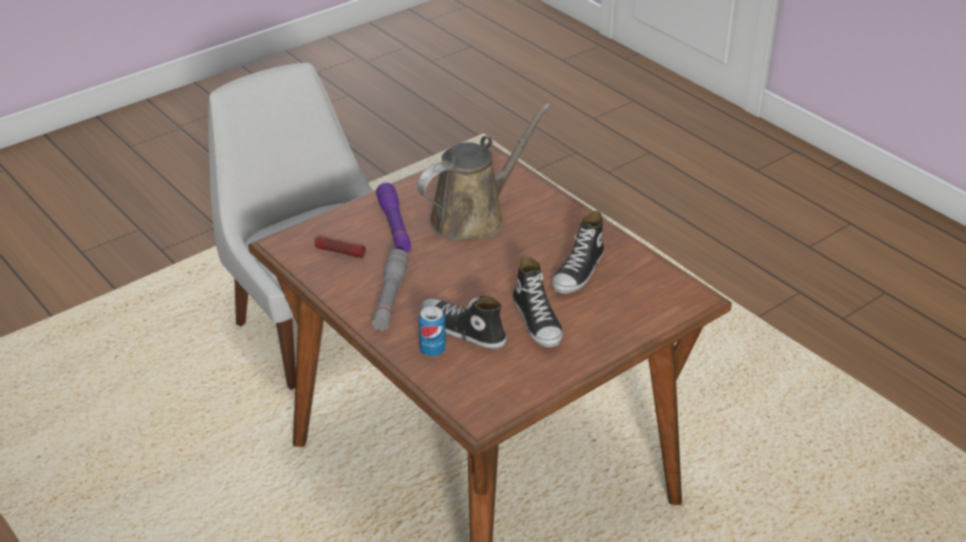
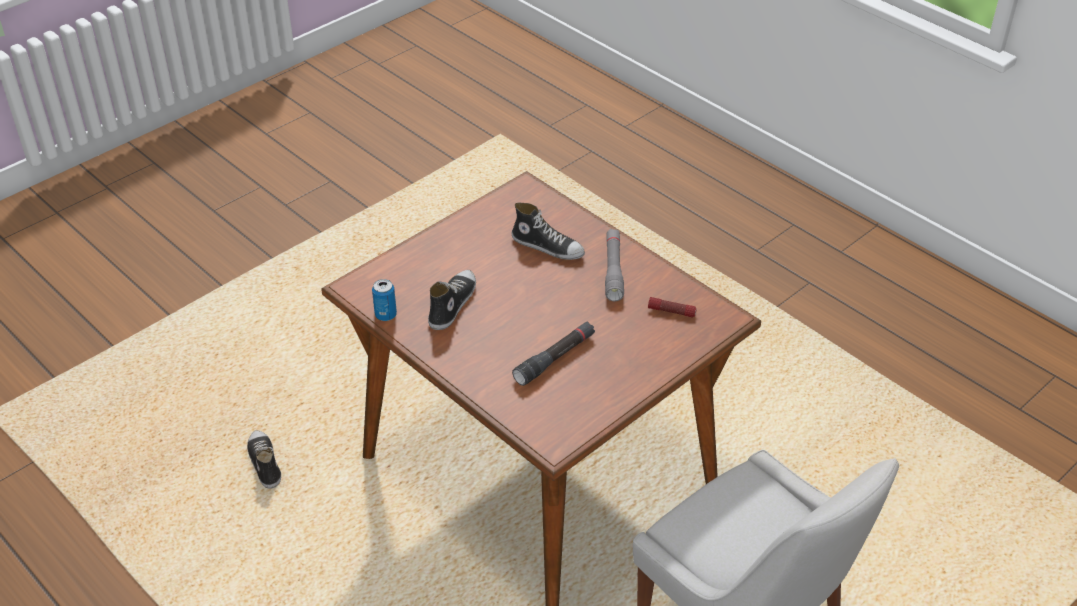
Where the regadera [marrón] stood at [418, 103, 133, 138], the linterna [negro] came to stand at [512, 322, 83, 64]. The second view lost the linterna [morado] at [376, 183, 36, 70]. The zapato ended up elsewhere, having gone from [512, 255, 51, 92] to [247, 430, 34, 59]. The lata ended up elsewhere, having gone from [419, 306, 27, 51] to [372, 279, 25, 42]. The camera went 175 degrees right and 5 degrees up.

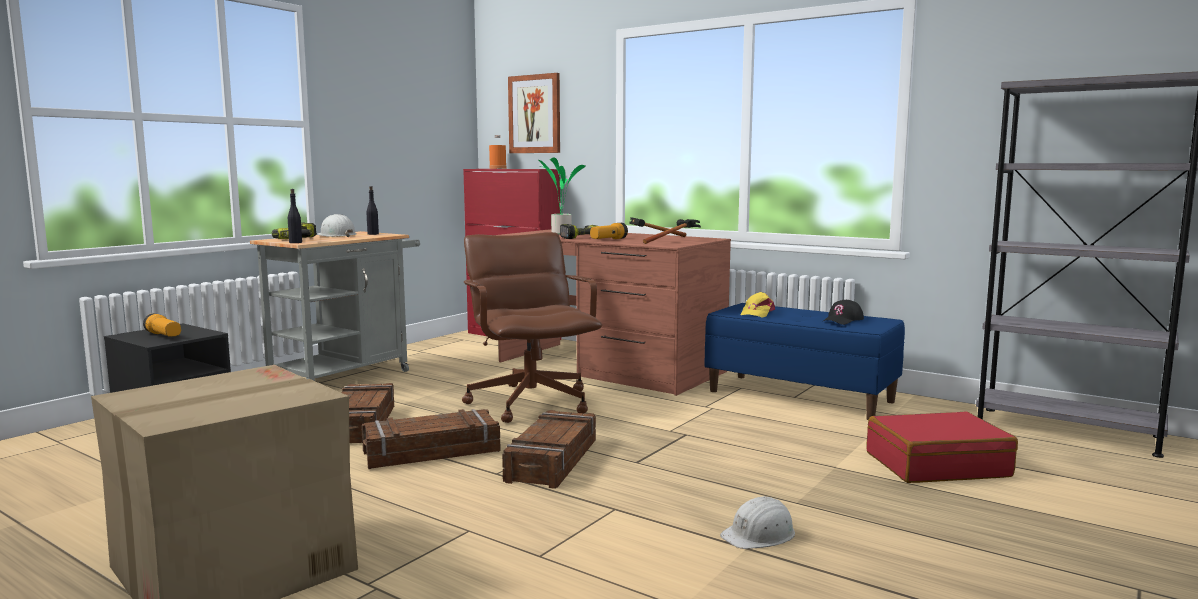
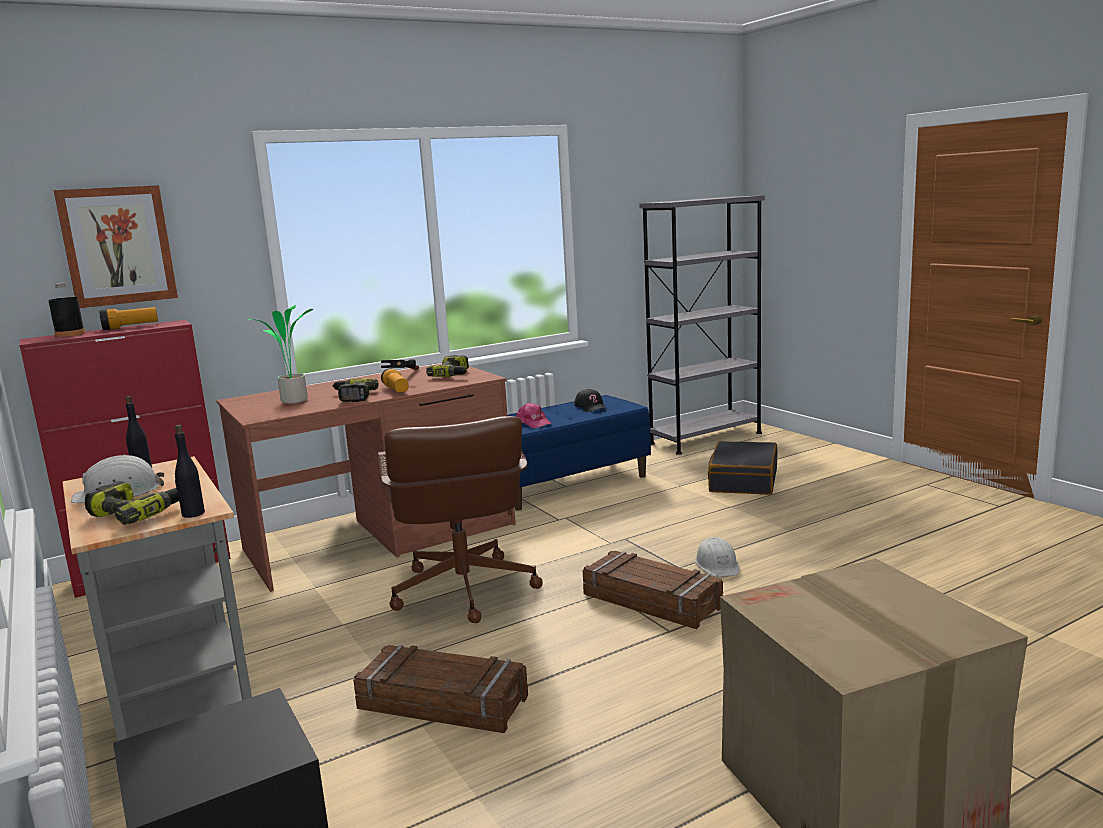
What was the botella [naranja] at [489, 135, 18, 34] turned into the botella [negro] at [48, 283, 37, 54]. Where the martillo stood at [643, 219, 58, 25], the taladro came to stand at [426, 355, 43, 22]. The silla de oficina [marrón] at [462, 232, 140, 191] ended up facing another way, 105 degrees counterclockwise from before. What was the gorra [amarillo] at [741, 292, 34, 26] turned into the gorra [rosa] at [516, 403, 36, 25]. The linterna ended up elsewhere, having gone from [143, 313, 38, 24] to [99, 307, 59, 23]. The second view lost the caja de embalaje at [361, 409, 140, 60]. What was the maleta [rojo] at [867, 411, 151, 72] turned into the maleta [negro] at [708, 441, 70, 54]. The casco [blanco] ended up elsewhere, having gone from [720, 496, 75, 53] to [695, 537, 44, 40]. The camera went 65 degrees left and 5 degrees up.

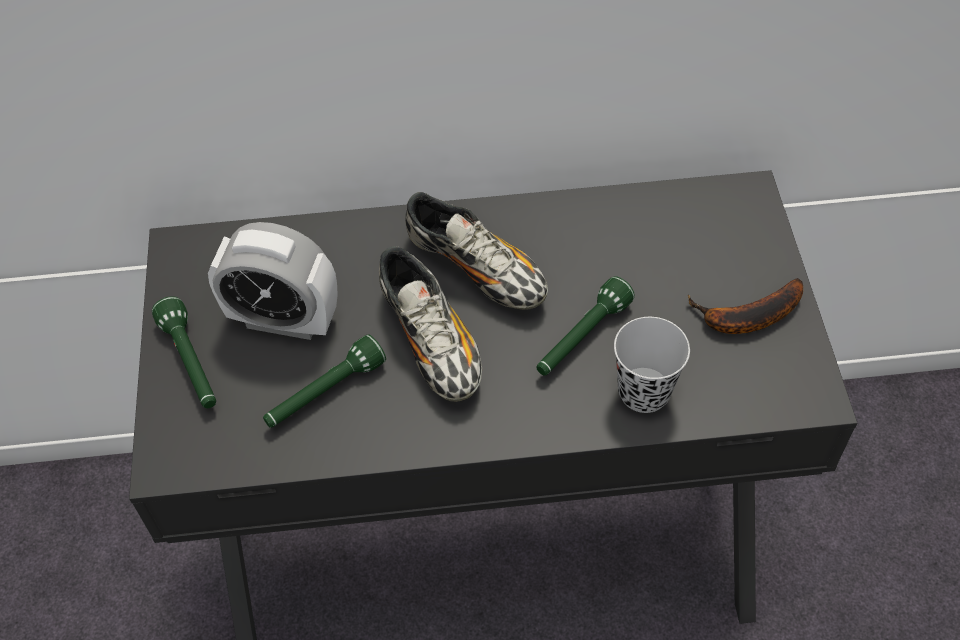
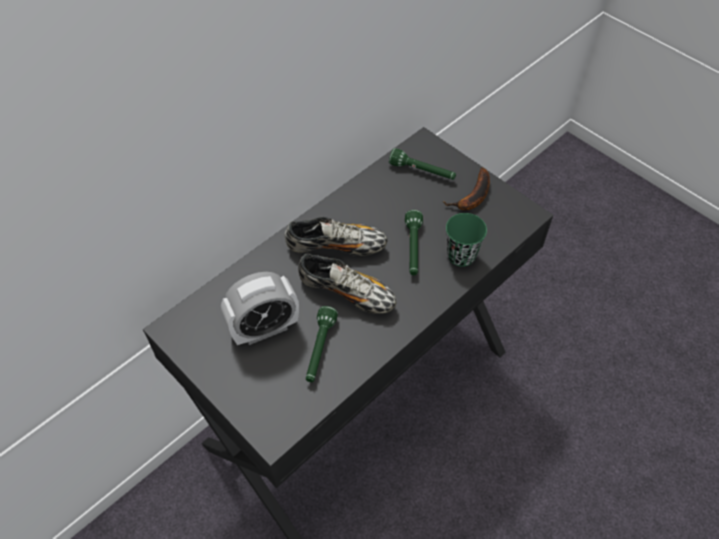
The linterna [verde] ended up elsewhere, having gone from [152, 296, 64, 112] to [389, 148, 67, 32]. What was the taza [negro] at [614, 317, 76, 96] turned into the taza [verde] at [446, 213, 41, 54]. The camera went 40 degrees left and 0 degrees up.

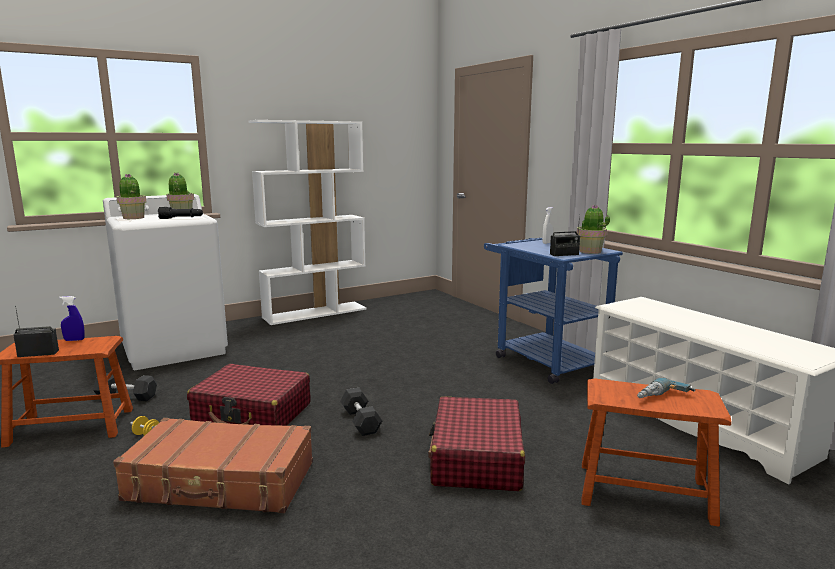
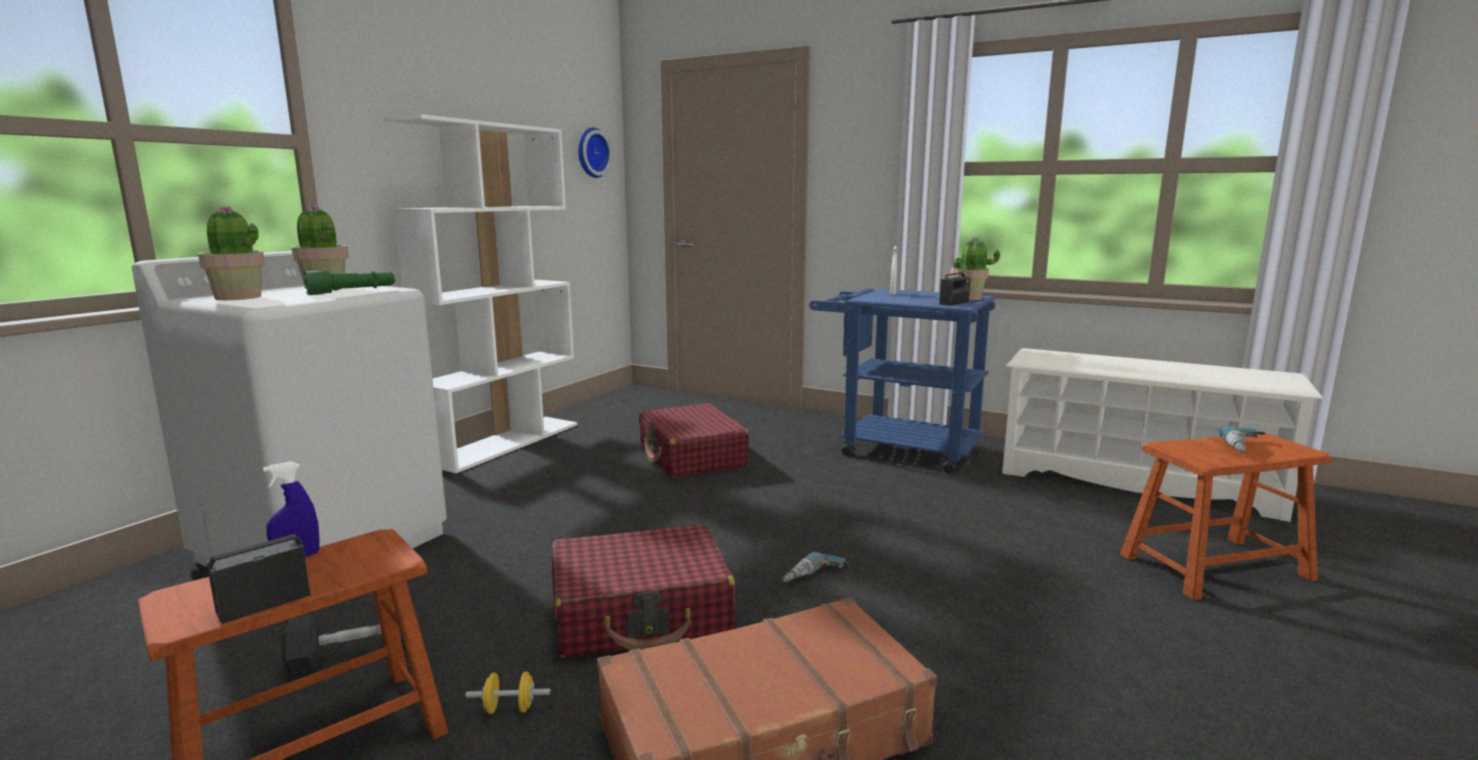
What was the linterna [negro] at [158, 207, 45, 12] turned into the linterna [verde] at [304, 271, 91, 24]. Where the mancuerna [gris] stood at [340, 388, 42, 48], the taladro came to stand at [783, 552, 67, 30]. The maleta [rojo] ended up elsewhere, having gone from [428, 396, 97, 95] to [639, 403, 110, 75]. The second view gained the reloj de pared at [578, 128, 34, 50]. The camera went 30 degrees left and 0 degrees up.

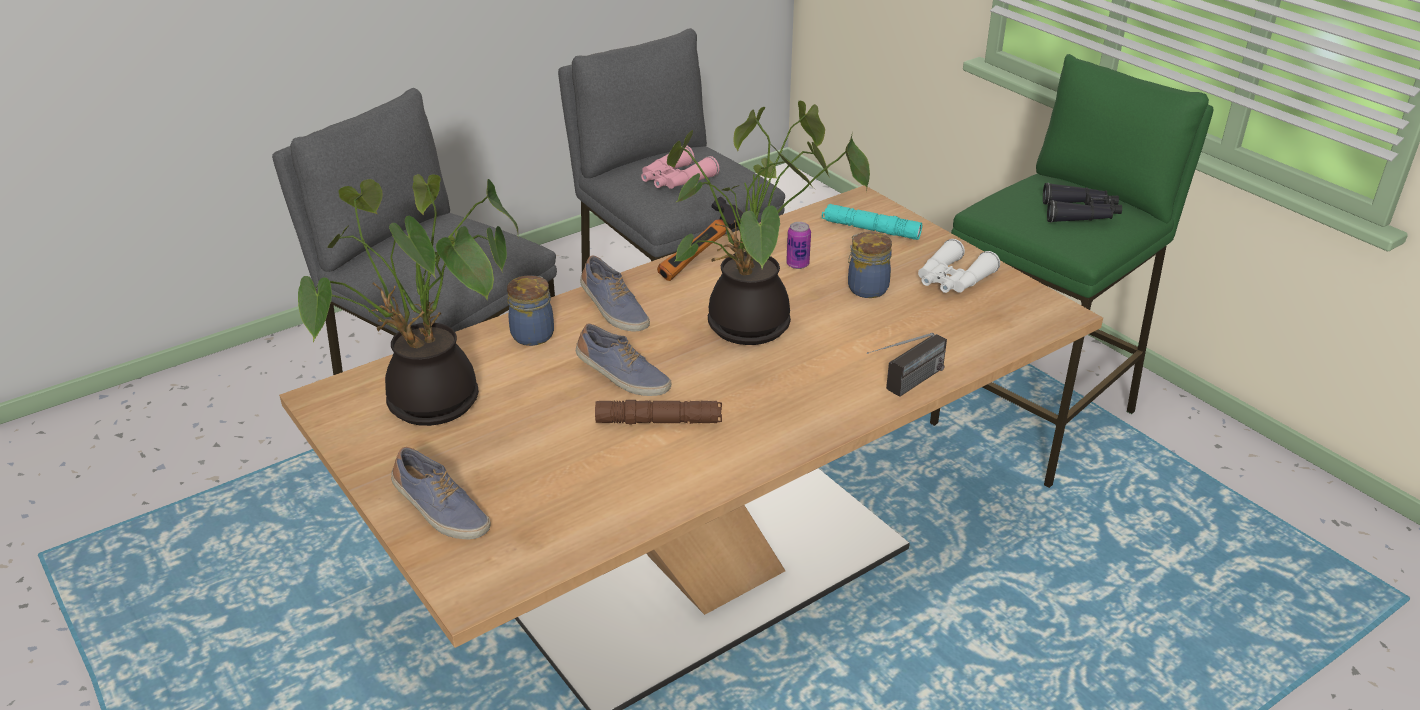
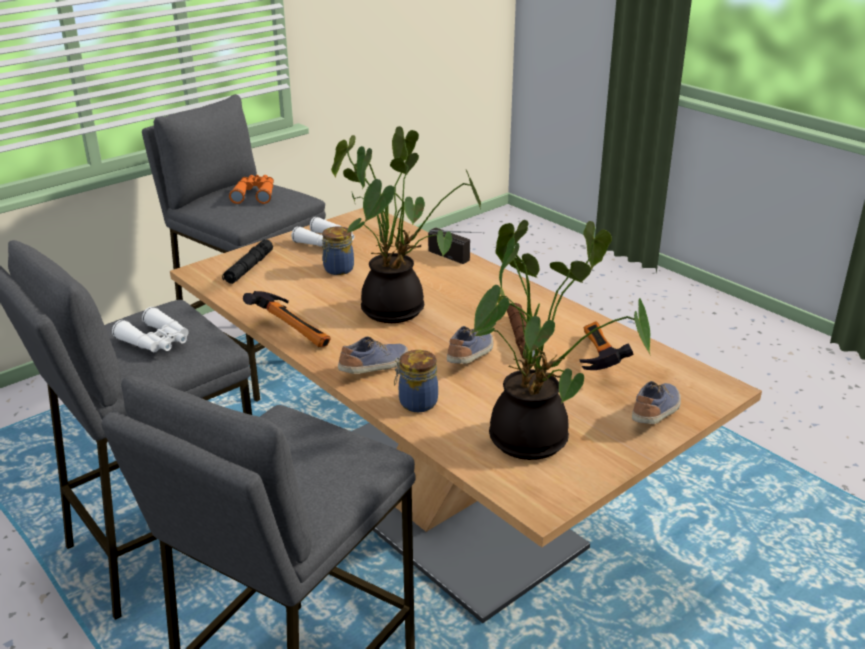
What was the taburete [verde] at [930, 54, 283, 434] turned into the taburete [gris] at [142, 94, 184, 308]. What was the prismáticos [rosa] at [641, 146, 78, 43] turned into the prismáticos [blanco] at [112, 307, 77, 45]. What was the prismáticos [negro] at [1043, 183, 79, 40] turned into the prismáticos [naranja] at [229, 175, 45, 29]. What was the linterna [turquesa] at [822, 204, 100, 36] turned into the linterna [negro] at [222, 239, 51, 45]. The second view lost the lata at [786, 222, 25, 47]. The second view gained the martillo at [579, 321, 55, 49]. The camera went 95 degrees left and 5 degrees down.

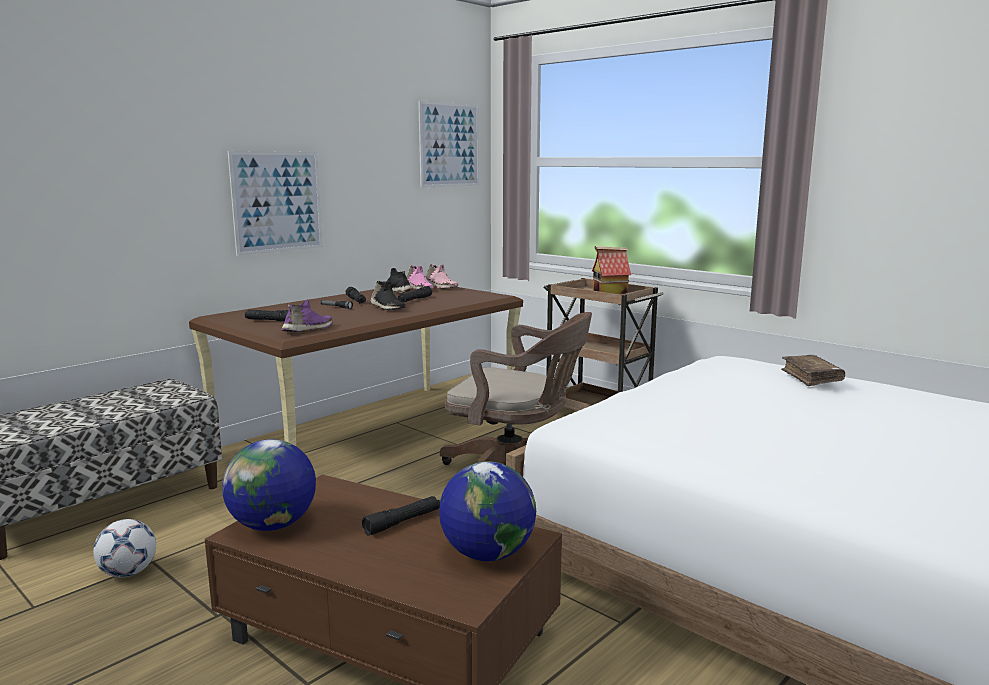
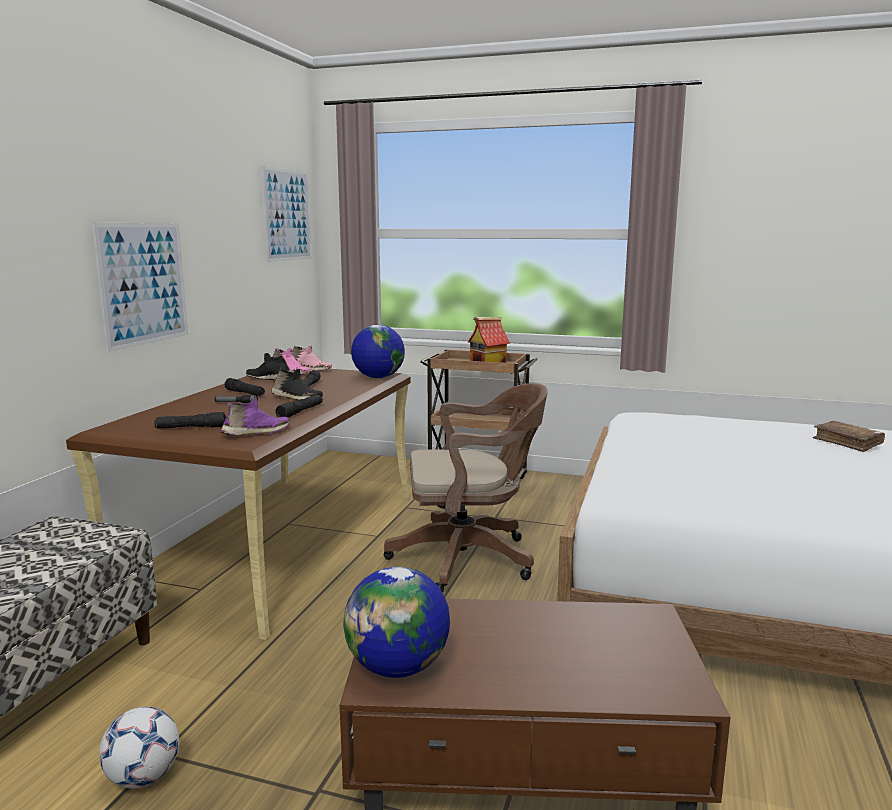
The zapato [morado] at [281, 299, 52, 33] ended up facing another way, 45 degrees clockwise from before. The libro [marrón] ended up elsewhere, having gone from [781, 355, 64, 31] to [813, 421, 72, 31]. The globo terráqueo ended up elsewhere, having gone from [439, 461, 97, 100] to [351, 325, 54, 53]. The linterna [negro] ended up elsewhere, having gone from [362, 496, 78, 40] to [275, 395, 47, 22]. The camera went 25 degrees left and 0 degrees up.

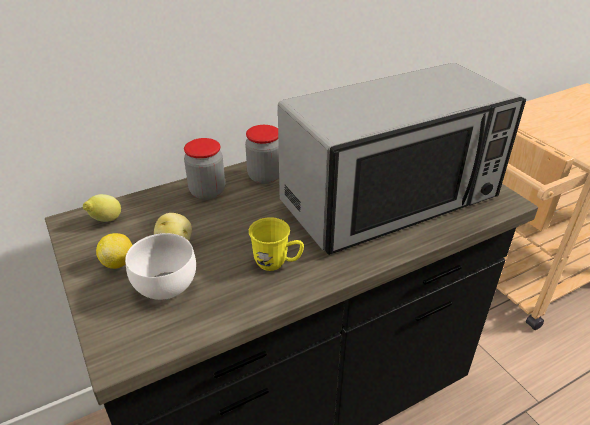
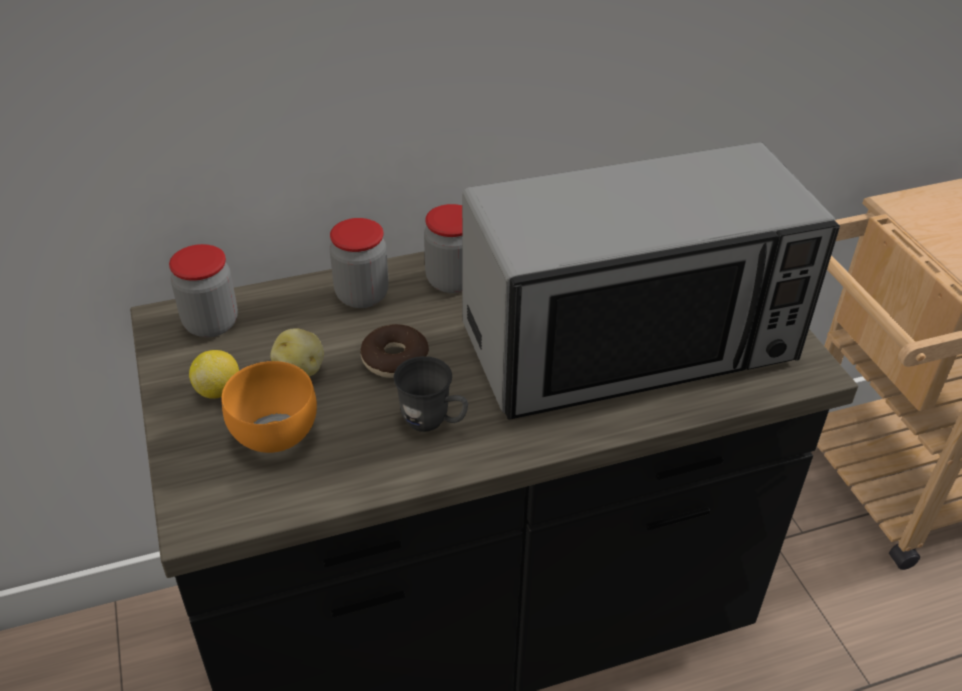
Where the limón stood at [83, 194, 38, 28], the tarro came to stand at [169, 244, 69, 93]. What was the taza grande [amarillo] at [249, 217, 55, 54] turned into the taza grande [gris] at [394, 356, 74, 76]. What was the cuenco [blanco] at [125, 233, 71, 67] turned into the cuenco [naranja] at [222, 361, 95, 92]. The second view gained the rosquilla at [360, 324, 69, 54]. The camera went 10 degrees right and 5 degrees up.

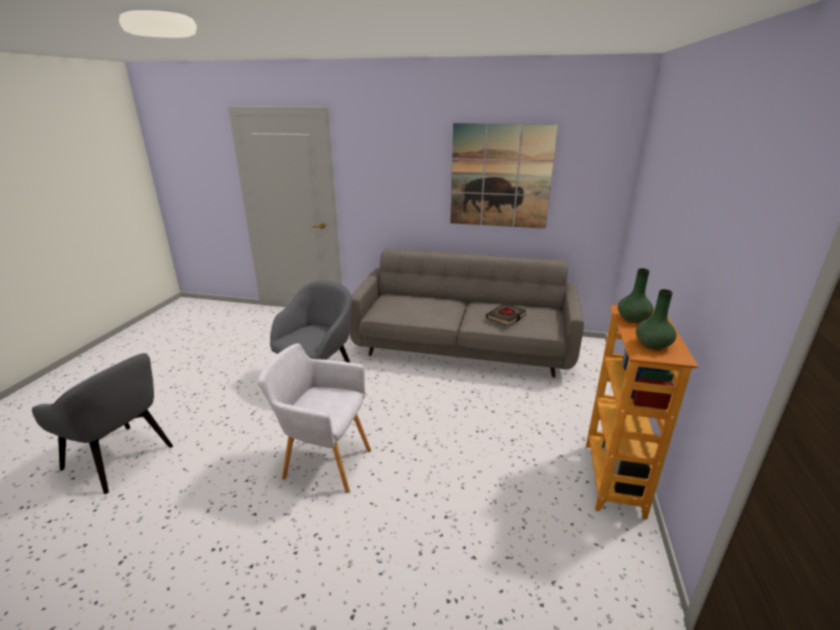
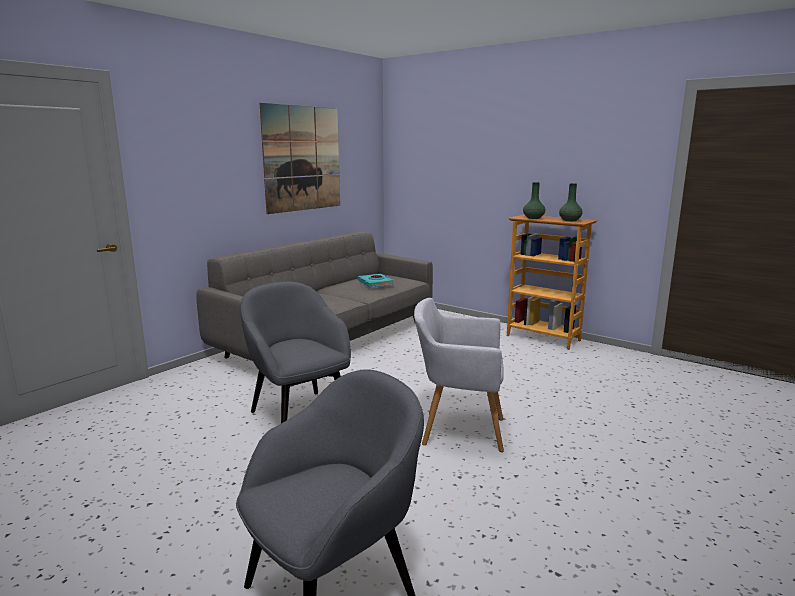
What was the libro [negro] at [486, 303, 41, 23] turned into the libro [turquesa] at [358, 274, 36, 14]. The sillón [gris] at [257, 344, 114, 149] ended up facing another way, 60 degrees clockwise from before. The camera went 65 degrees left and 10 degrees down.

